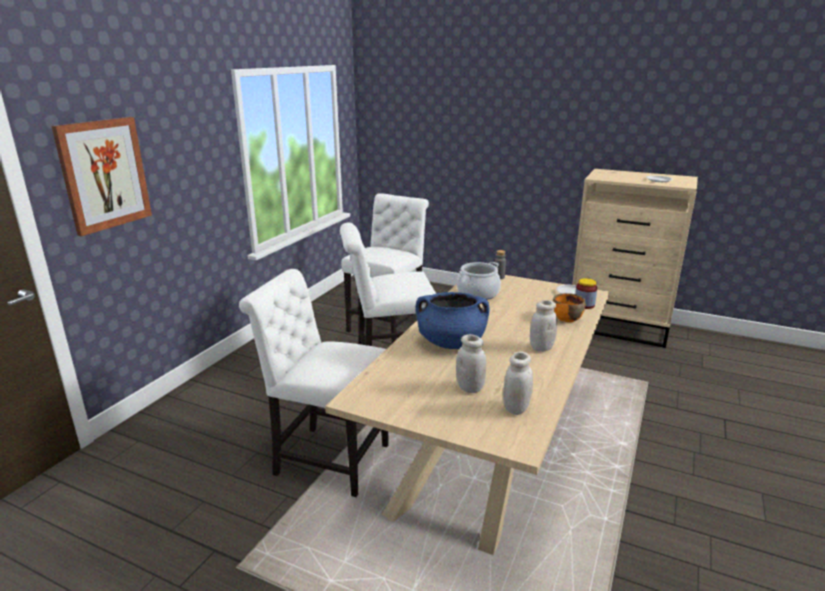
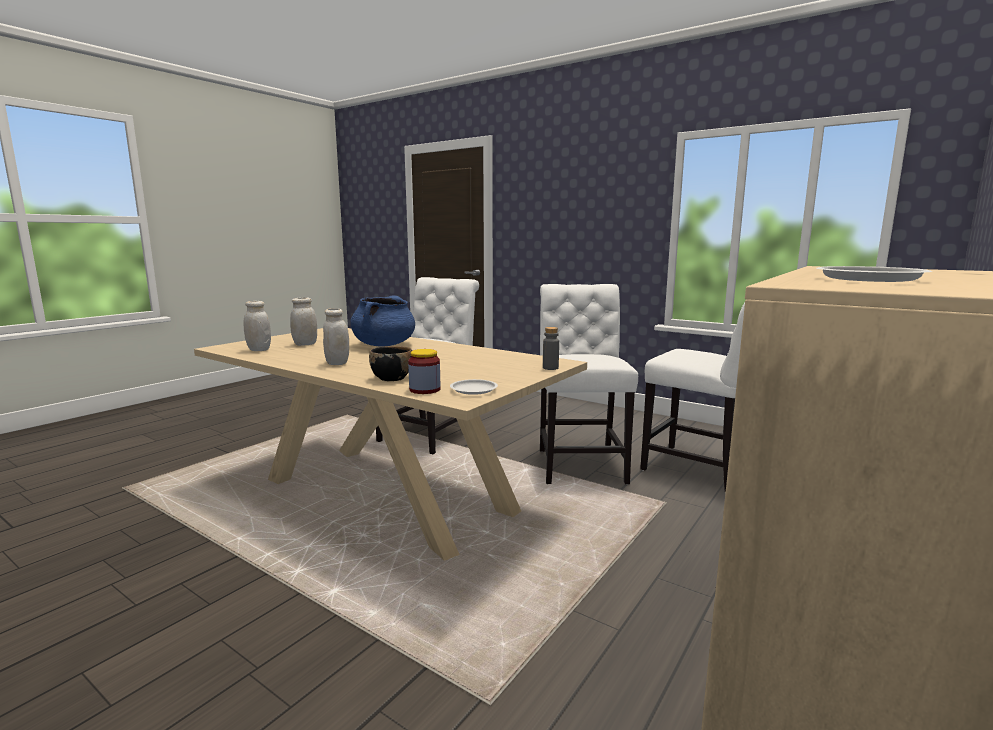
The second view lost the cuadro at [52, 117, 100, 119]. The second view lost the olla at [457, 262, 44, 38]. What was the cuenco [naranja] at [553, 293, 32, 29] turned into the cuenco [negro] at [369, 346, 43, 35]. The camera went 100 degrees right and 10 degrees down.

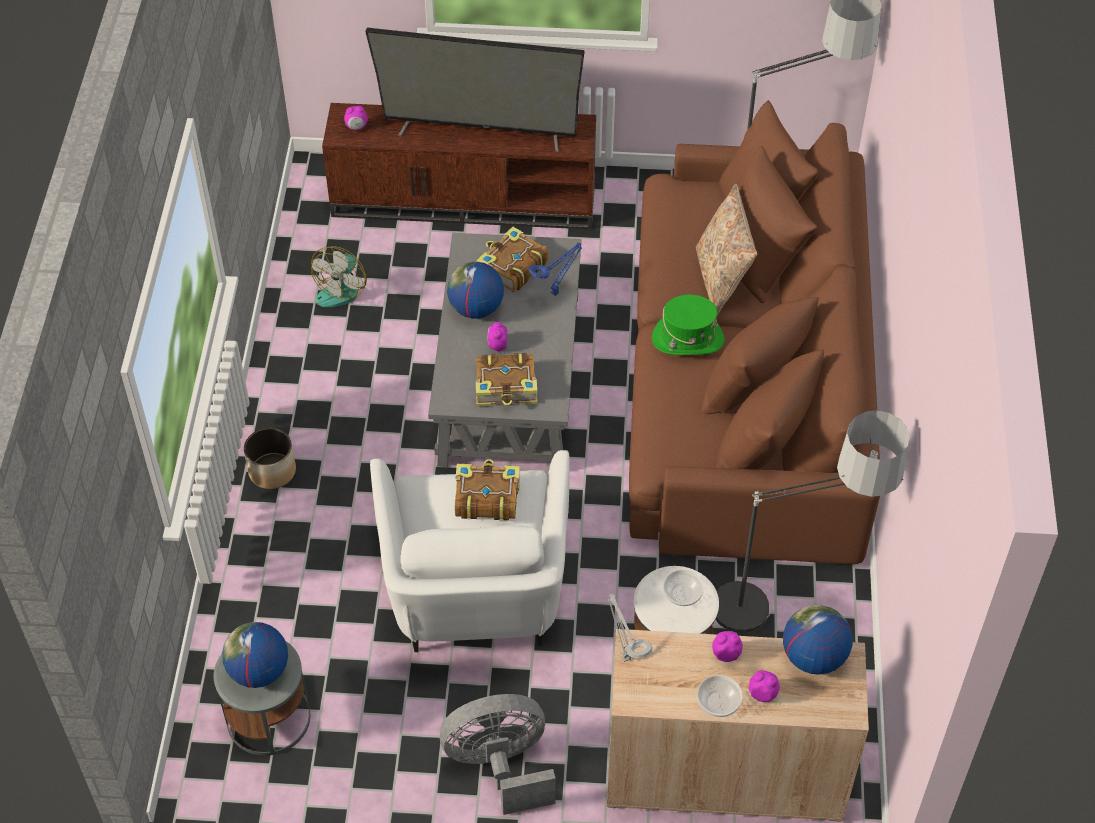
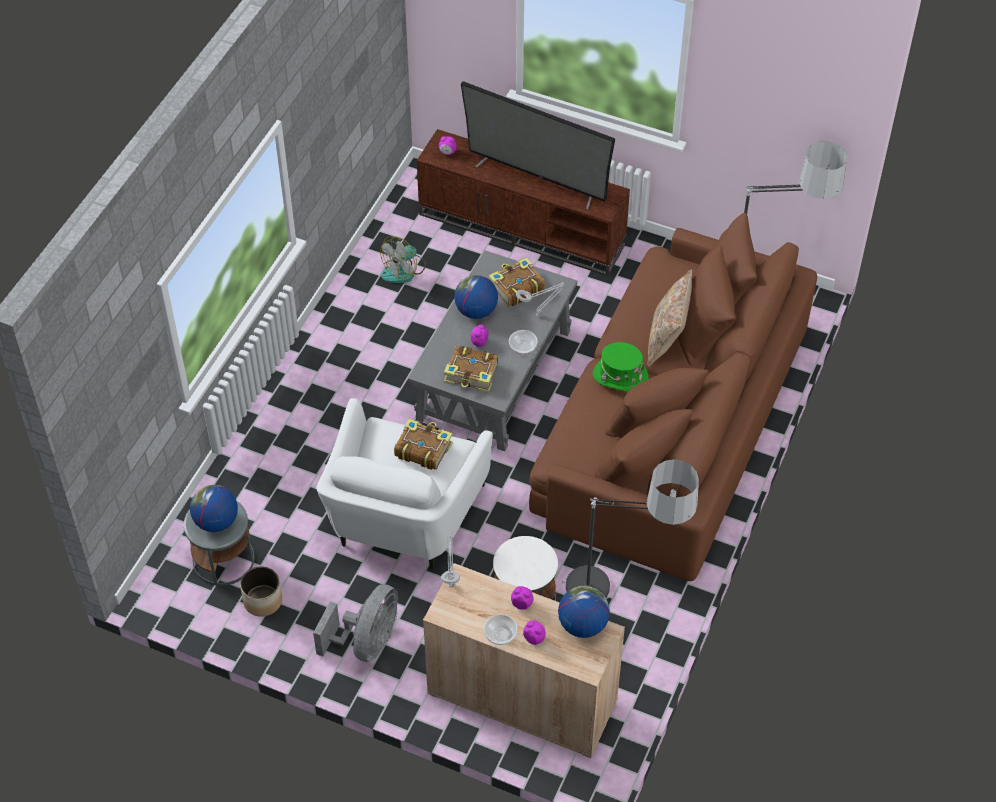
What was the lámpara de mesa [azul] at [529, 243, 53, 53] turned into the lámpara de mesa [gris] at [516, 282, 50, 36]. The maceta ended up elsewhere, having gone from [244, 428, 52, 61] to [240, 566, 42, 51]. The cuenco ended up elsewhere, having gone from [663, 569, 41, 37] to [509, 330, 29, 24]. The ventilador [gris] at [440, 694, 116, 121] ended up facing another way, 105 degrees clockwise from before. The camera went 20 degrees right and 0 degrees up.

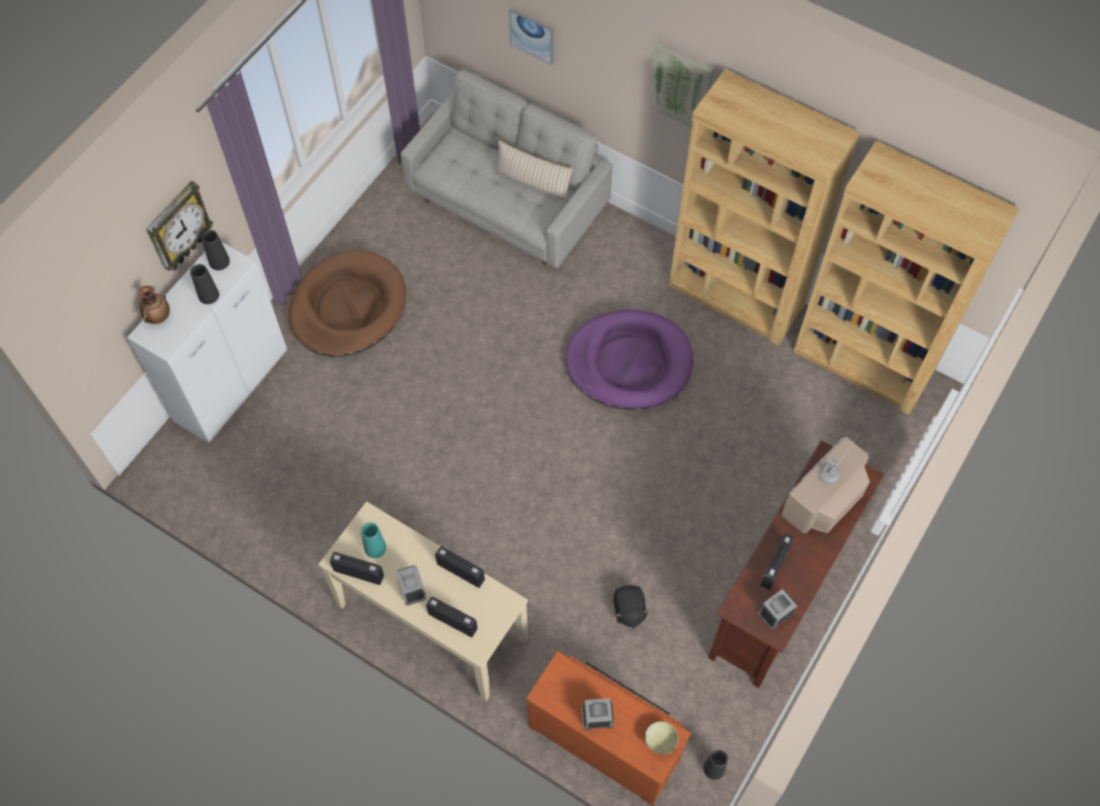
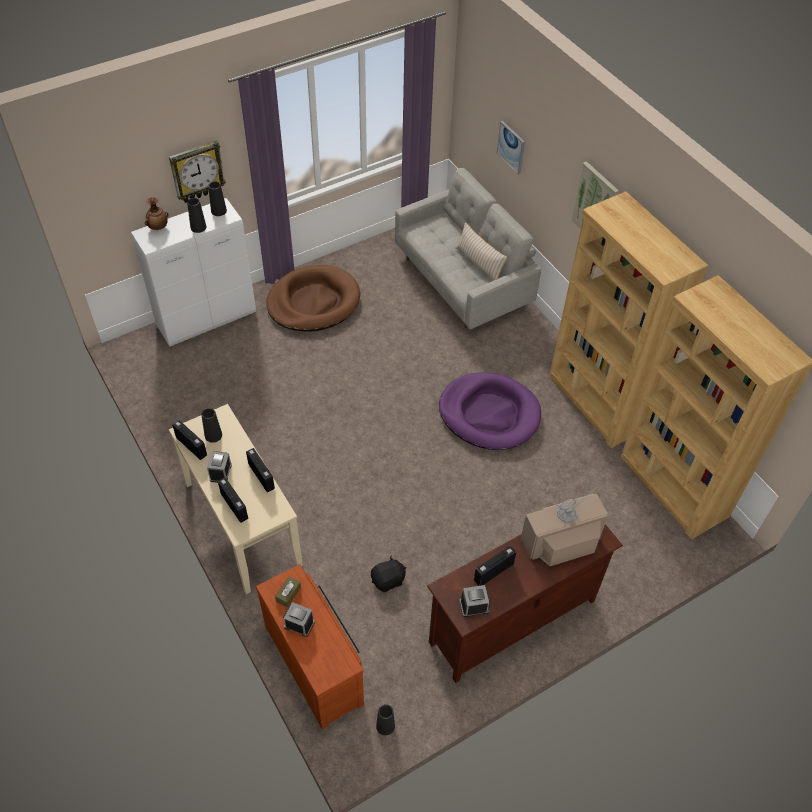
What was the florero [turquesa] at [361, 522, 25, 36] turned into the florero [negro] at [201, 408, 21, 35]. The peluche [negro] at [613, 585, 36, 44] ended up facing another way, 135 degrees counterclockwise from before. The second view lost the cuenco [beis] at [645, 721, 33, 33]. The second view gained the caja de pañuelos [marrón] at [275, 576, 26, 31]. The camera went 25 degrees right and 10 degrees down.

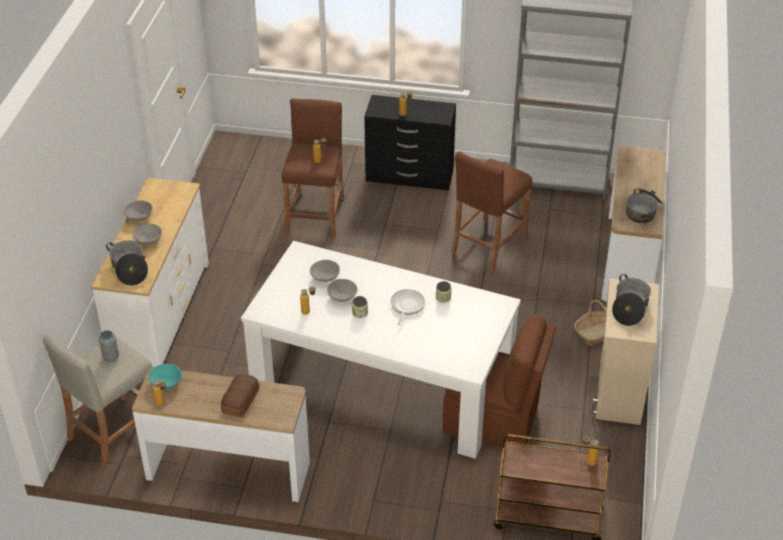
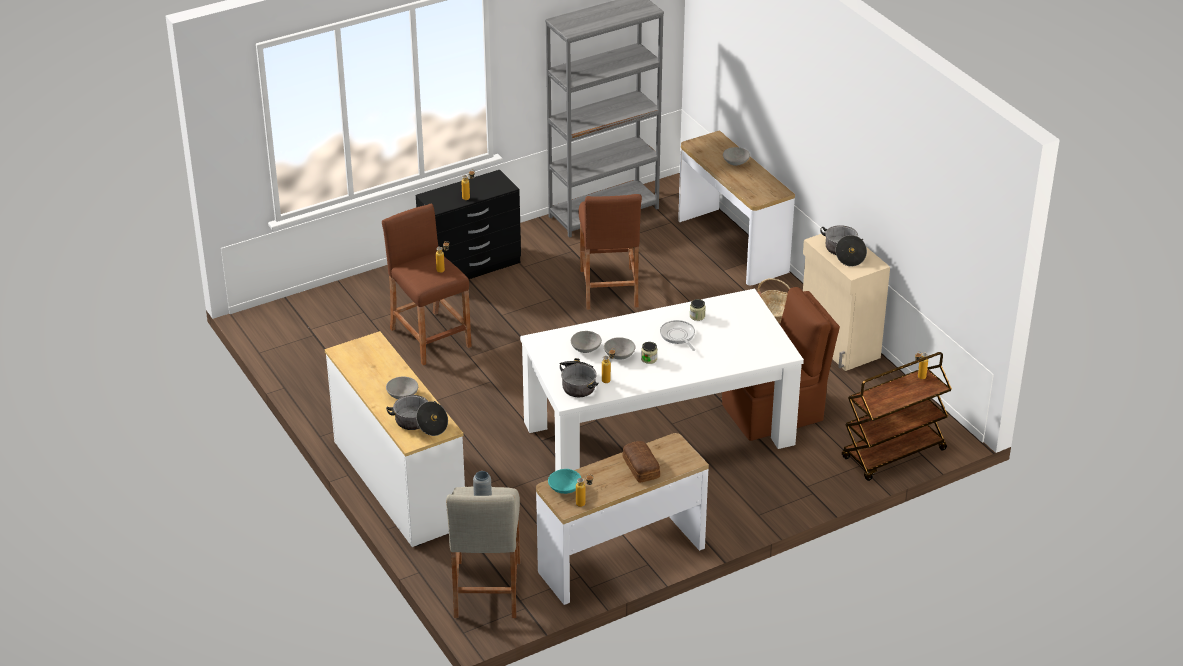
The olla ended up elsewhere, having gone from [626, 188, 37, 35] to [559, 358, 39, 39]. The cuenco [gris] ended up elsewhere, having gone from [124, 200, 29, 21] to [723, 147, 27, 19]. The camera went 40 degrees left and 5 degrees down.

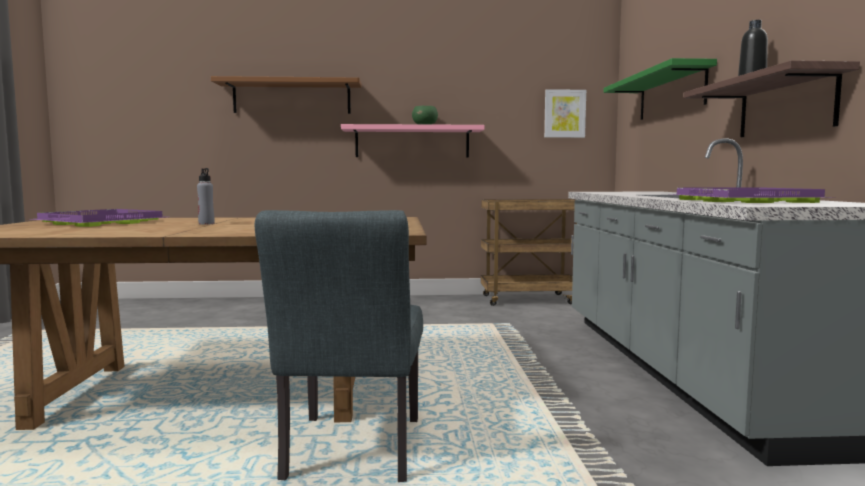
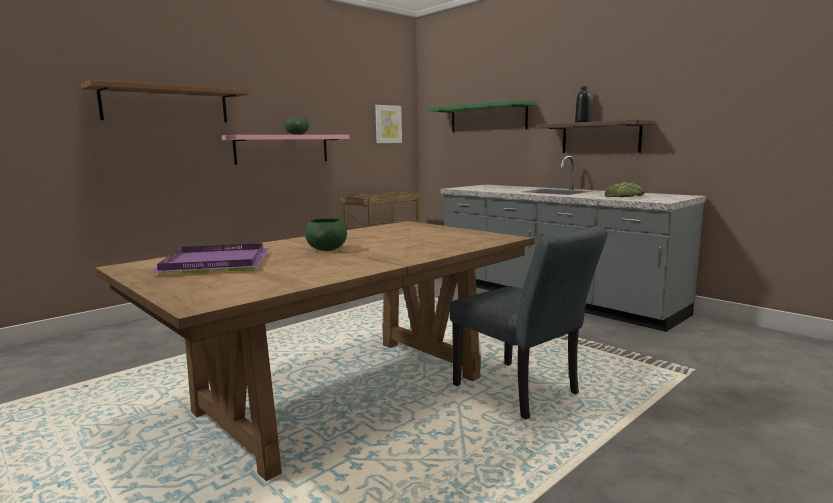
Where the botella [gris] stood at [197, 168, 18, 57], the cuenco [verde] came to stand at [305, 218, 42, 33]. Where the bandeja [morado] stood at [671, 187, 154, 16], the pan came to stand at [605, 182, 40, 15]. The camera went 40 degrees left and 5 degrees up.

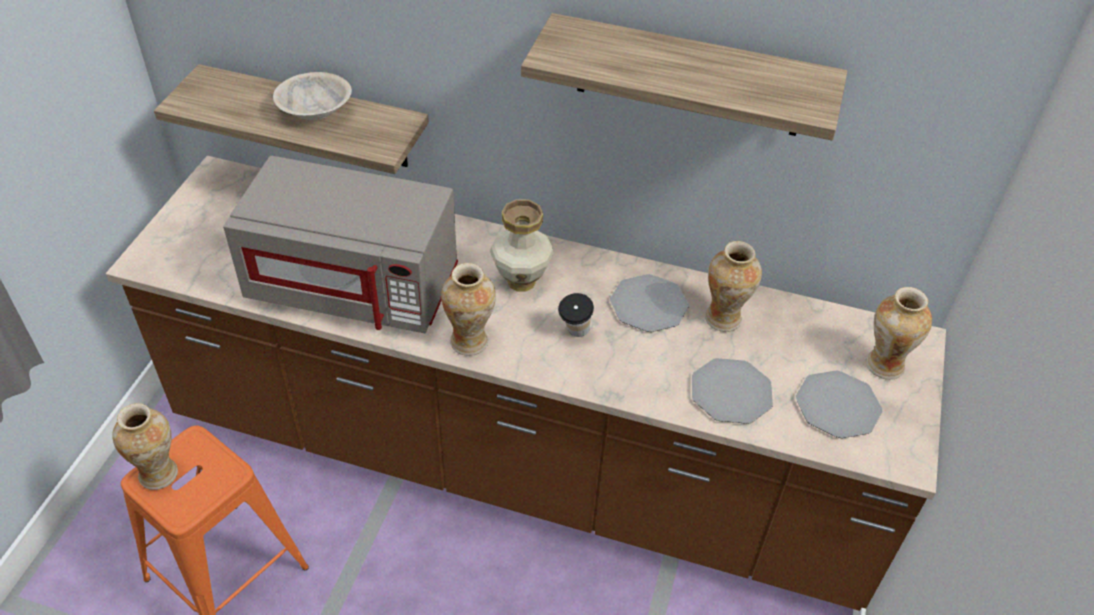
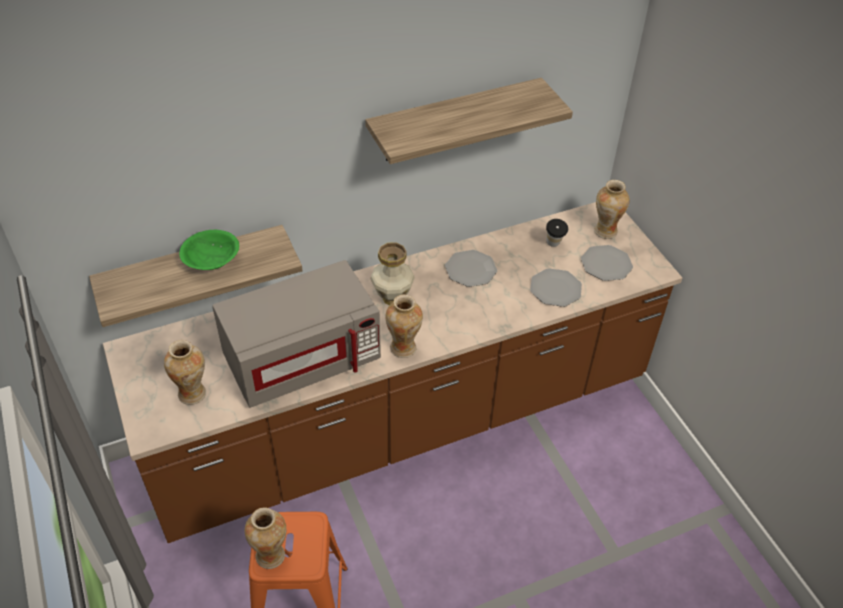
What was the cuenco [beis] at [273, 72, 79, 48] turned into the cuenco [verde] at [179, 230, 60, 40]. The florero ended up elsewhere, having gone from [705, 241, 57, 91] to [164, 340, 42, 65]. The taza ended up elsewhere, having gone from [558, 293, 36, 44] to [546, 219, 22, 28]. The camera went 40 degrees left and 0 degrees up.

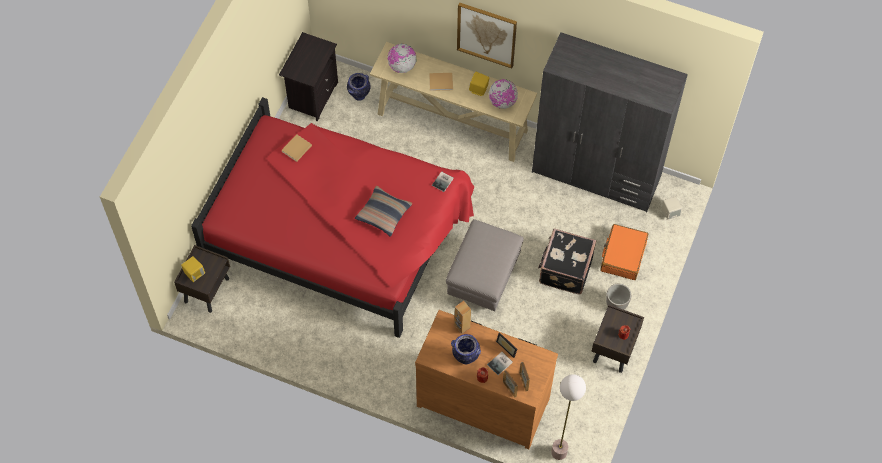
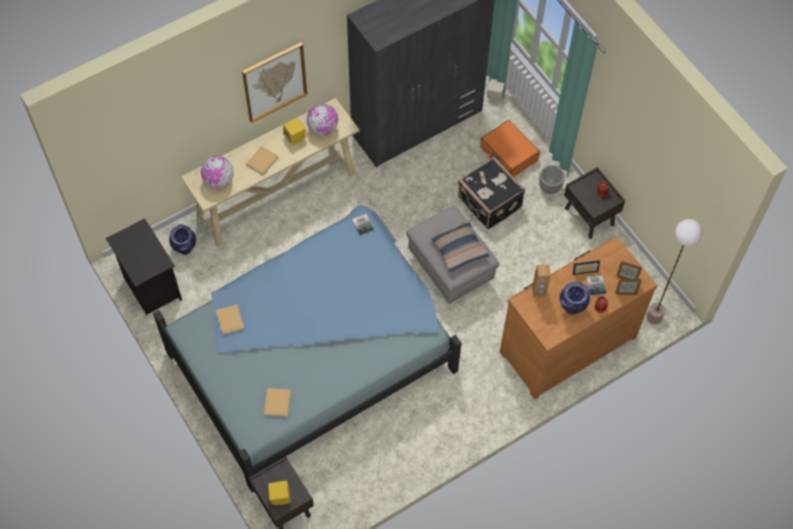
What was the cama [rojo] at [191, 97, 283, 241] turned into the cama [azul] at [153, 205, 308, 288]. The cojín ended up elsewhere, having gone from [355, 186, 57, 51] to [429, 220, 60, 52]. The second view gained the libro [beis] at [264, 388, 27, 29]. The camera went 55 degrees left and 0 degrees up.

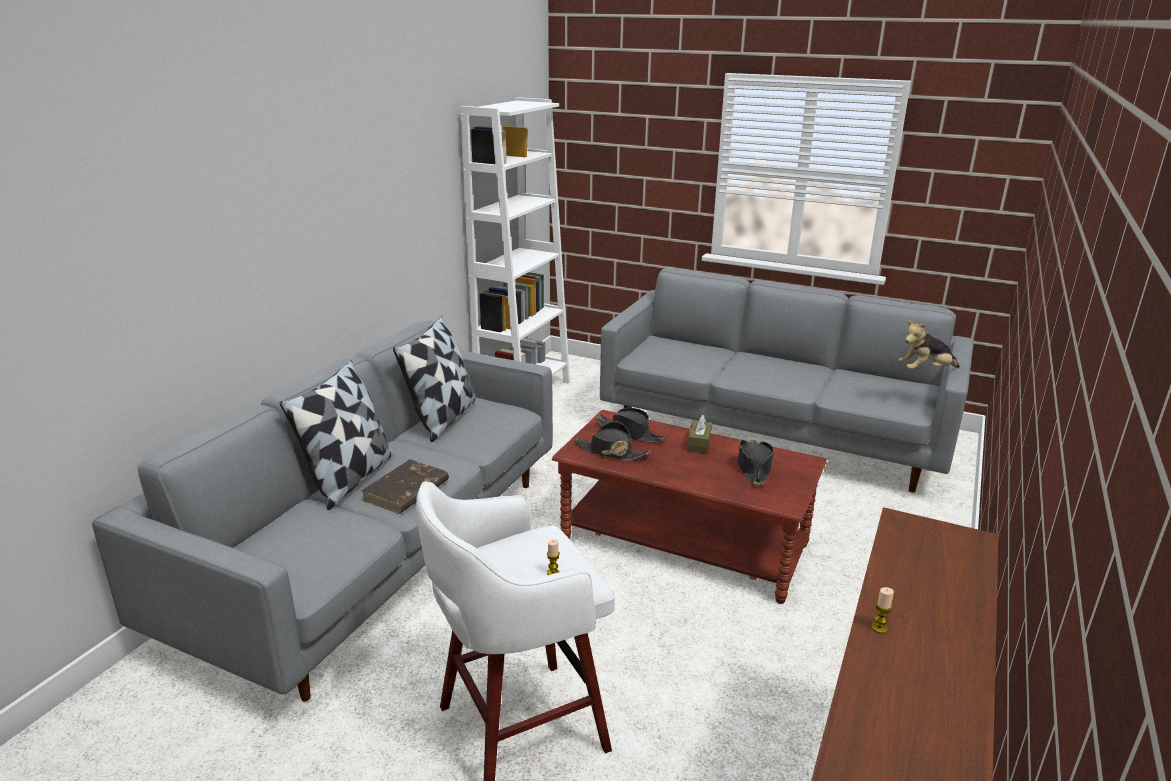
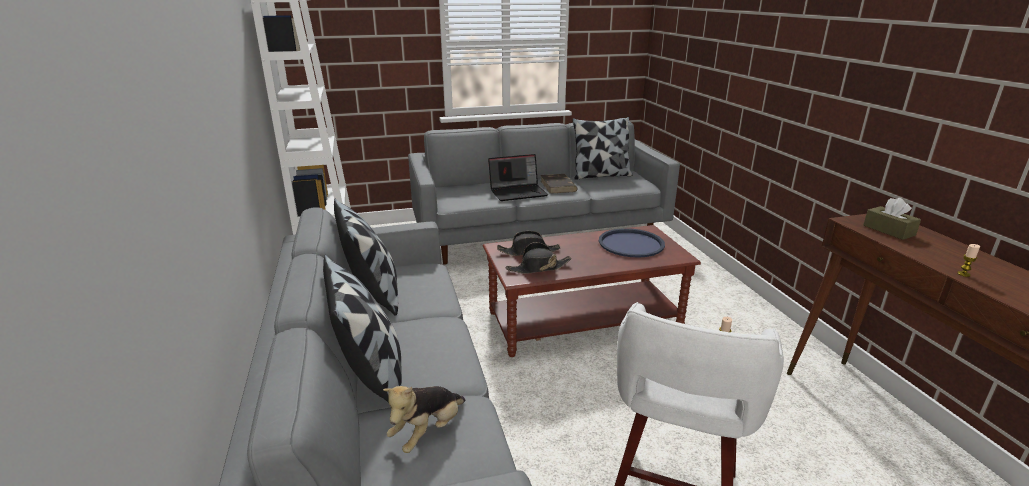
The peluche ended up elsewhere, having gone from [899, 320, 61, 49] to [383, 386, 82, 67]. The caja de pañuelos [marrón] ended up elsewhere, having gone from [687, 415, 25, 39] to [863, 198, 58, 42]. Where the sombrero [negro] stood at [738, 440, 36, 46], the bandeja [azul] came to stand at [599, 228, 66, 30]. The libro [marrón] ended up elsewhere, having gone from [361, 459, 88, 55] to [541, 174, 37, 20]. The second view gained the cojín at [572, 117, 60, 63]. The second view gained the portátil at [488, 154, 60, 47]. The camera went 40 degrees left and 0 degrees up.

